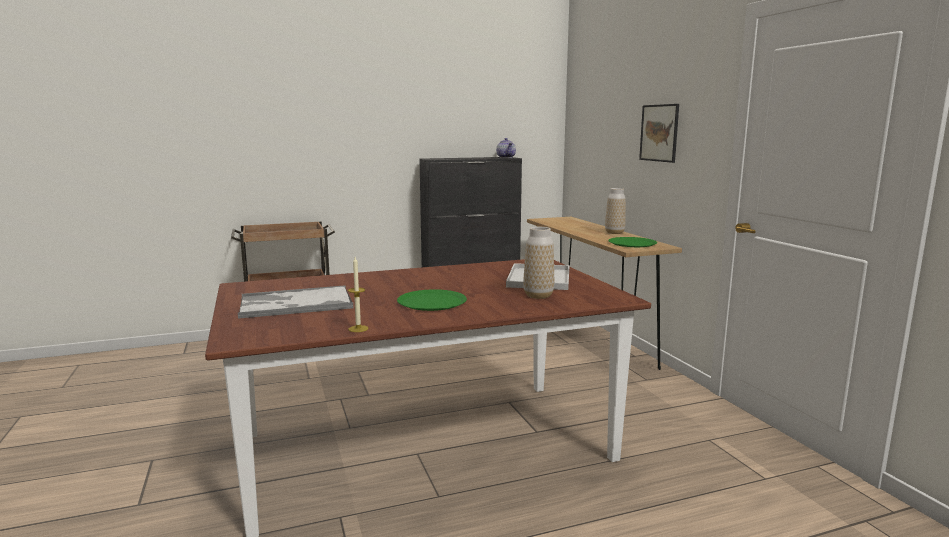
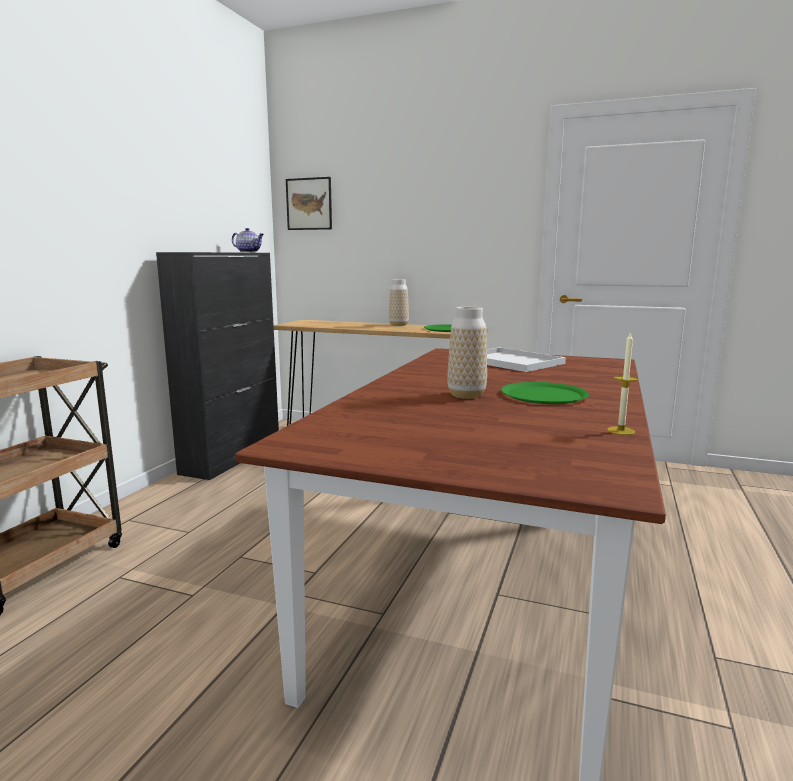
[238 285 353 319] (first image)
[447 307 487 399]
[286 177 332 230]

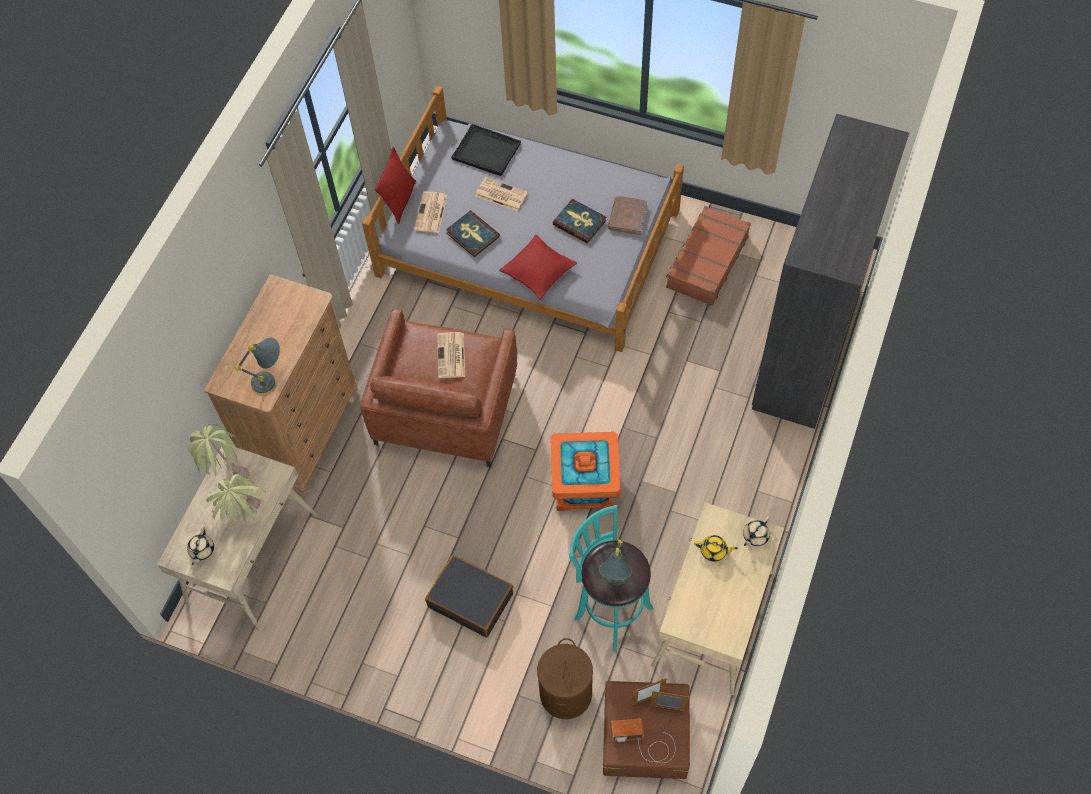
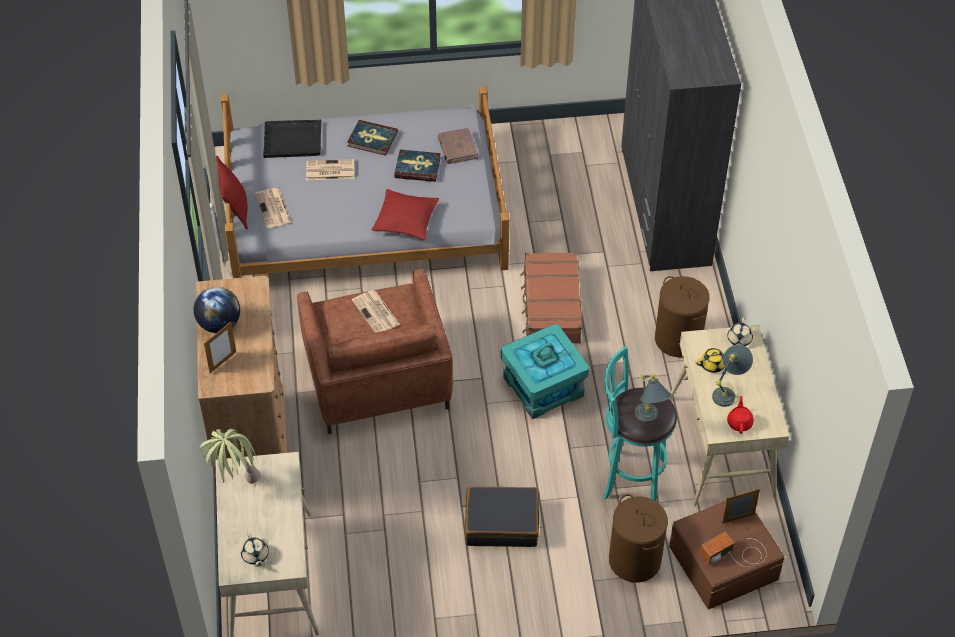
[206 474 266 522] (first image)
[712 345 753 407]
[347 120 398 156]
[501 324 589 419]
[204 322 236 373]
[520 252 582 343]
[194 287 240 333]
[655 276 710 357]
[727 396 754 434]

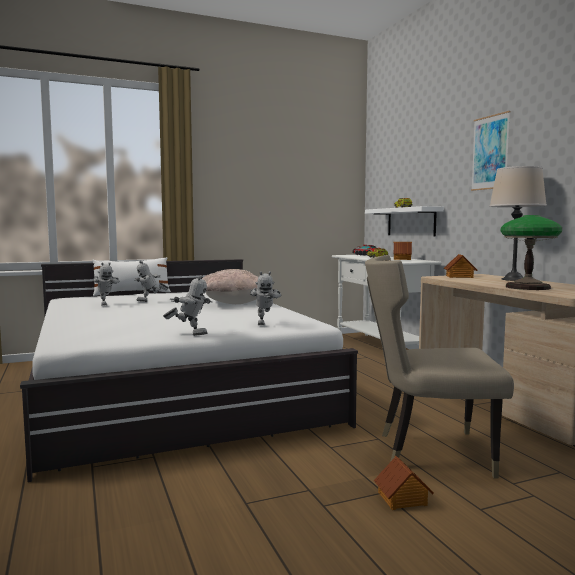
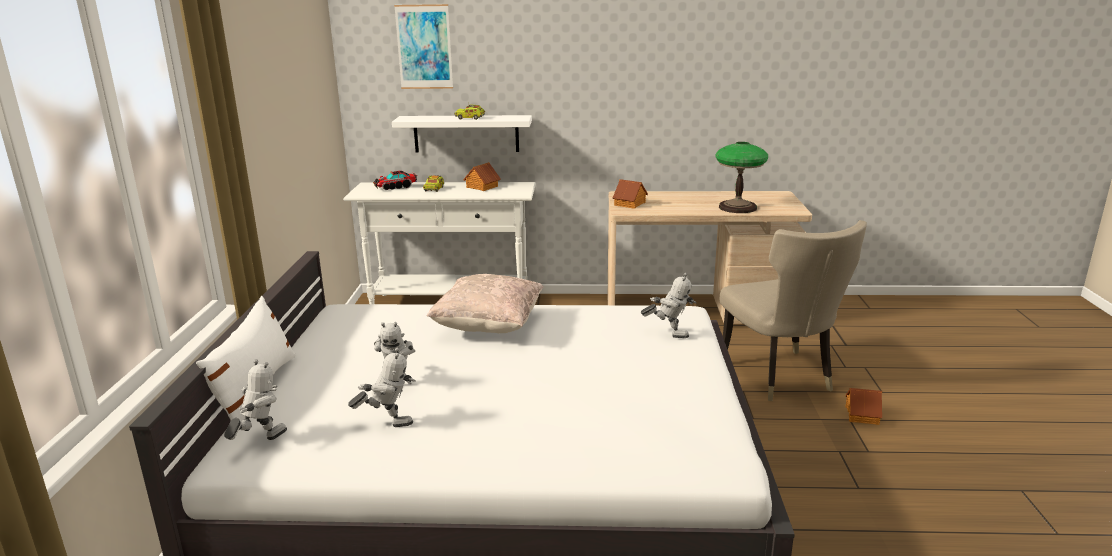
[224 359 287 440]
[720 220 867 401]
[394 4 453 89]
[489 166 547 281] (first image)

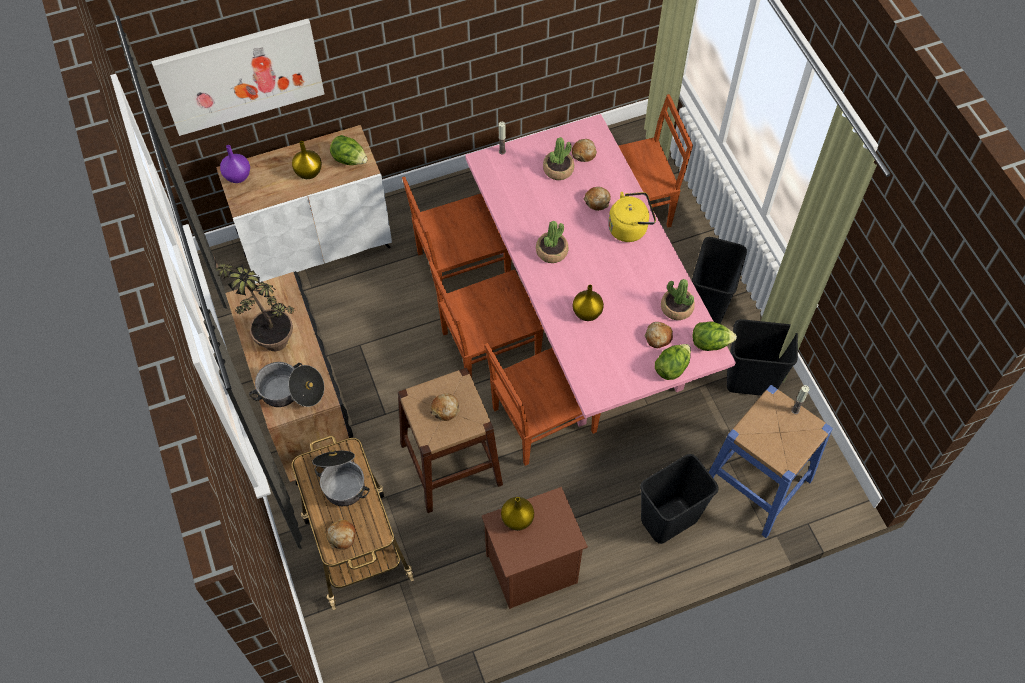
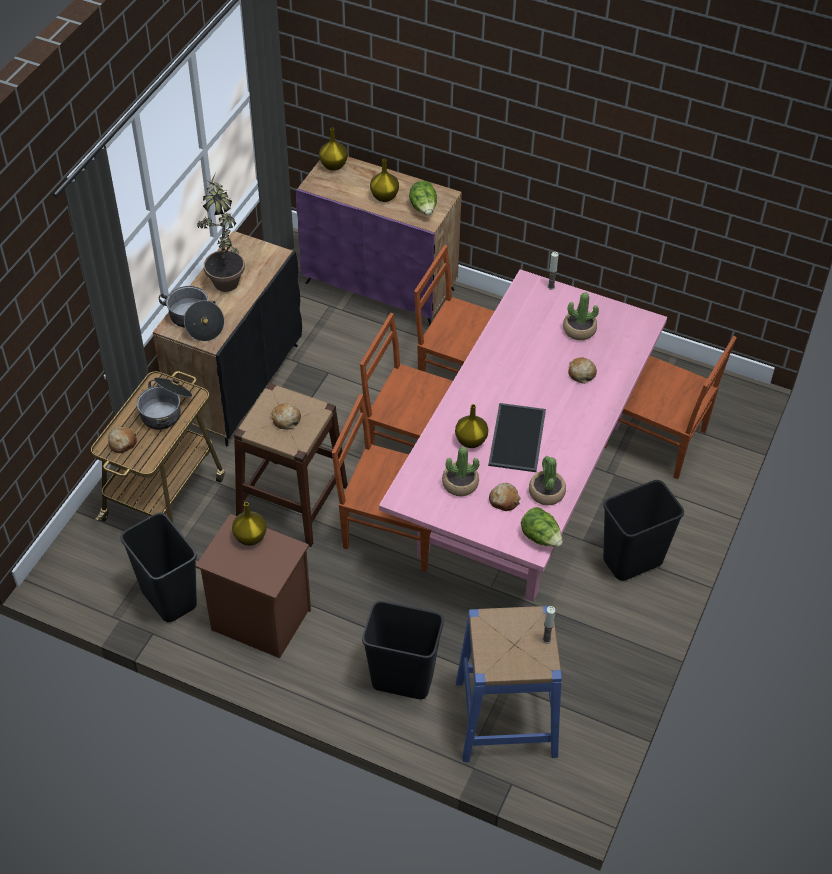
[151 19 324 136] (first image)
[296 157 462 325]
[319 128 348 171]
[442 447 479 496]
[572 139 597 162] (first image)
[608 192 656 242] (first image)
[655 344 691 380] (first image)
[120 513 197 622]
[488 403 546 472]

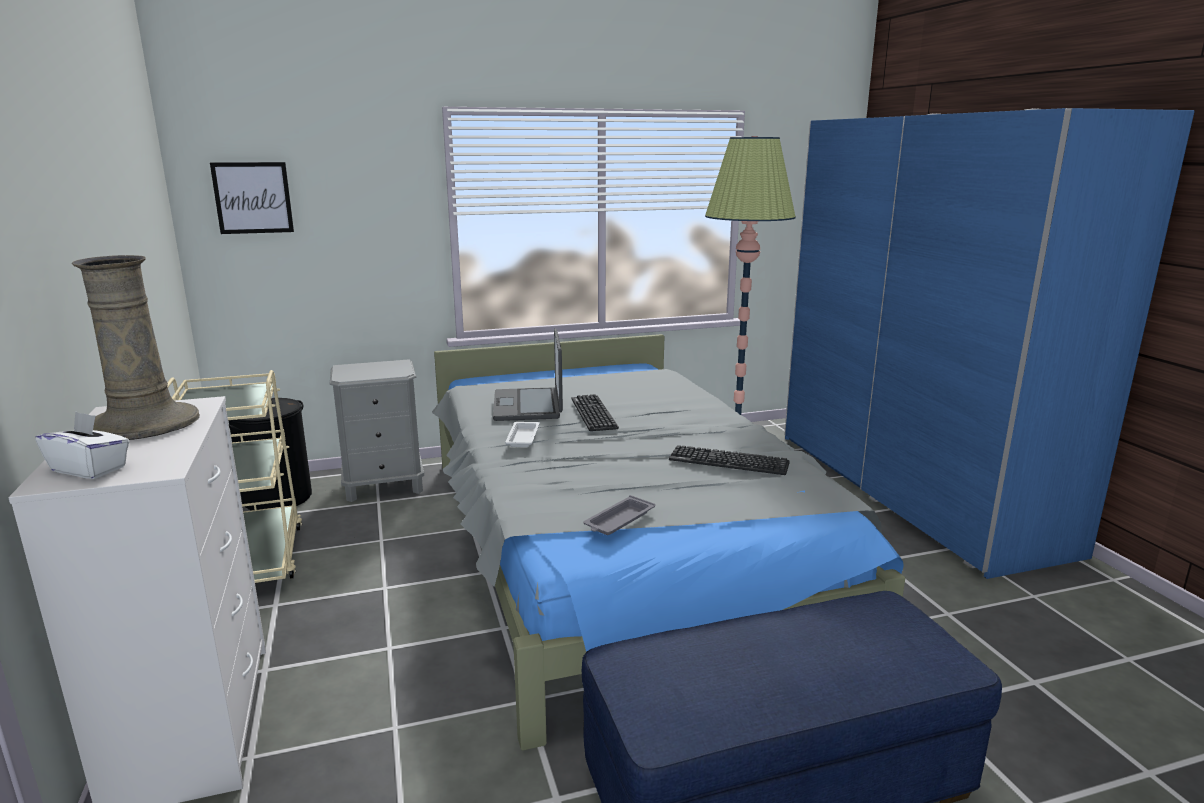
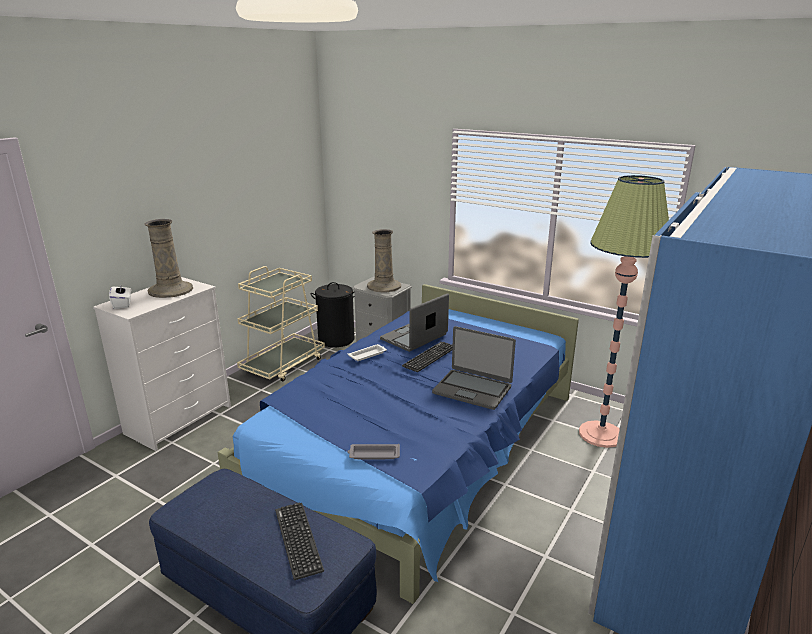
[210 162 294 234] (first image)
[217 284 579 604]
[347 444 400 459]
[275 503 324 580]
[367 229 401 293]
[432 326 516 410]

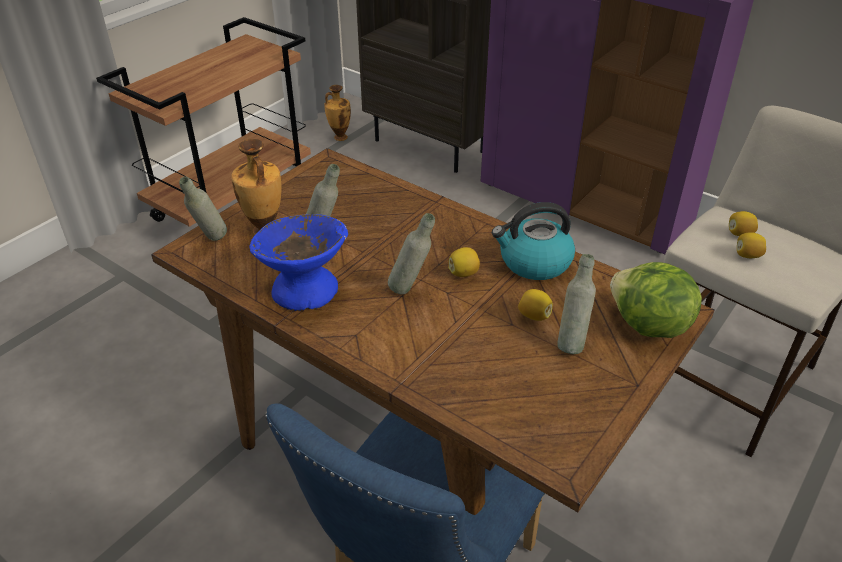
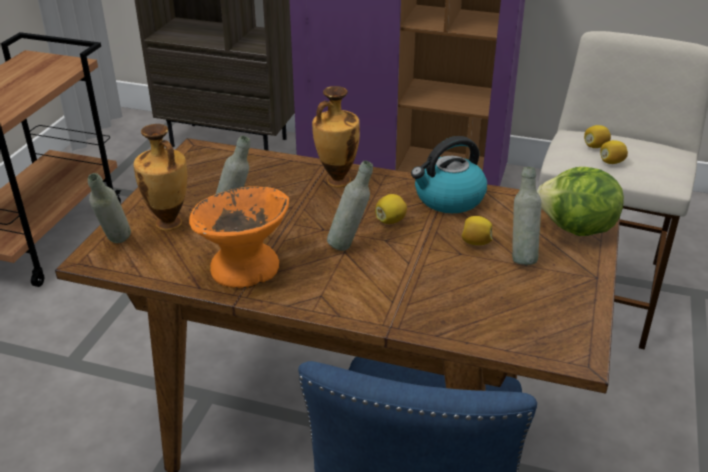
[189 187 289 288]
[312 86 360 187]

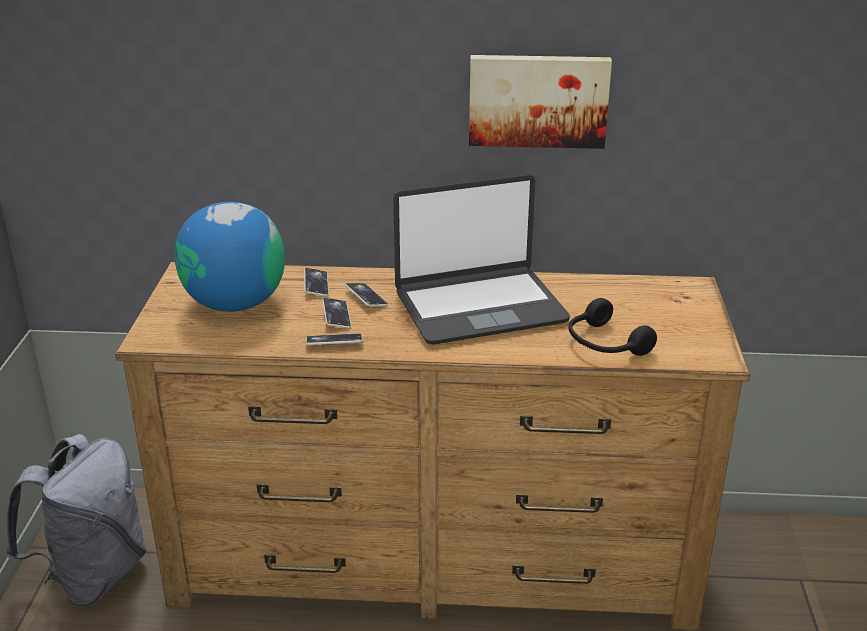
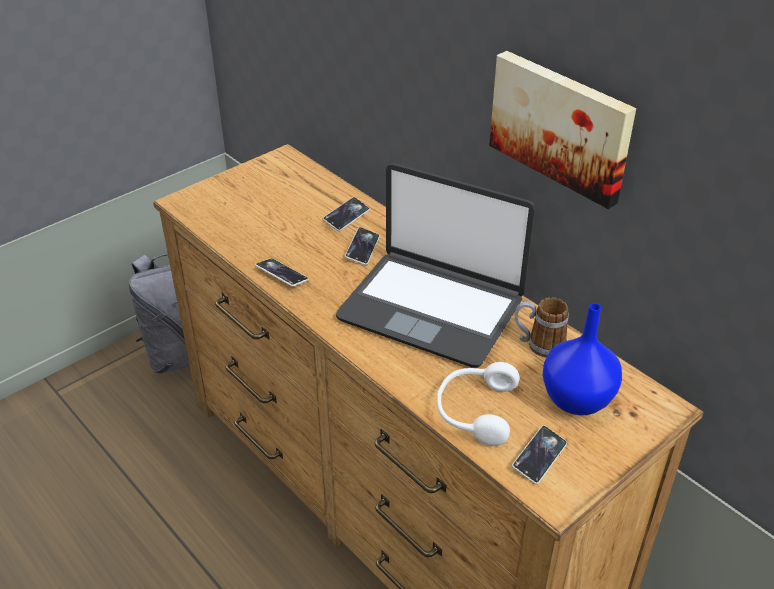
[175 202 285 312] (first image)
[512 425 567 484]
[437 362 519 446]
[515 297 569 358]
[542 303 622 415]

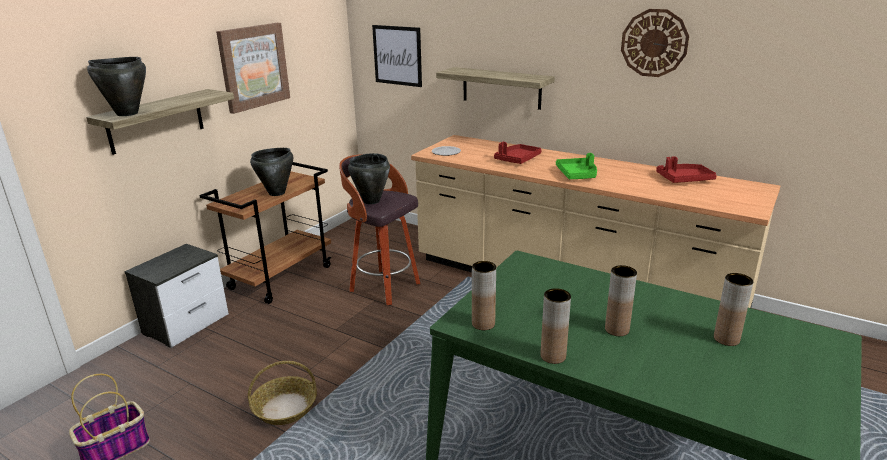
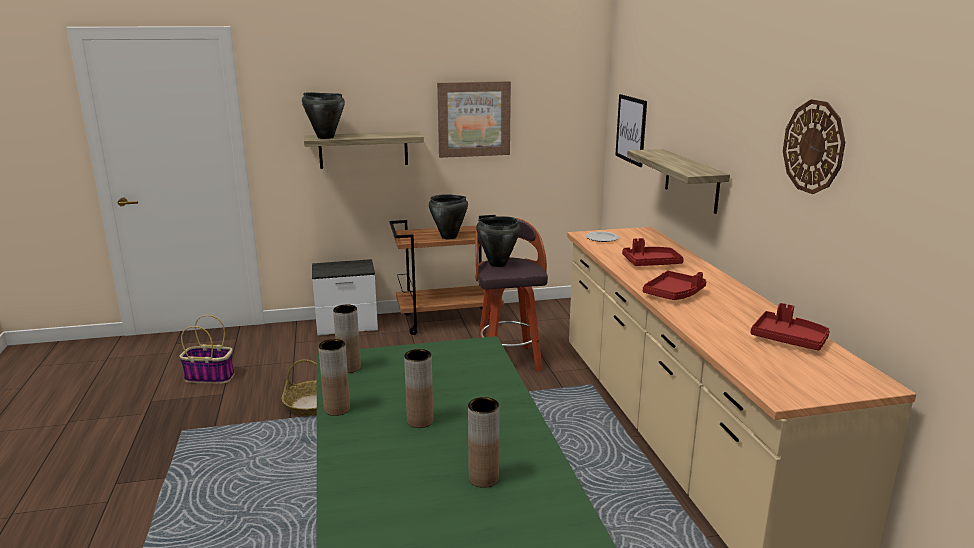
[643 271 707 300]

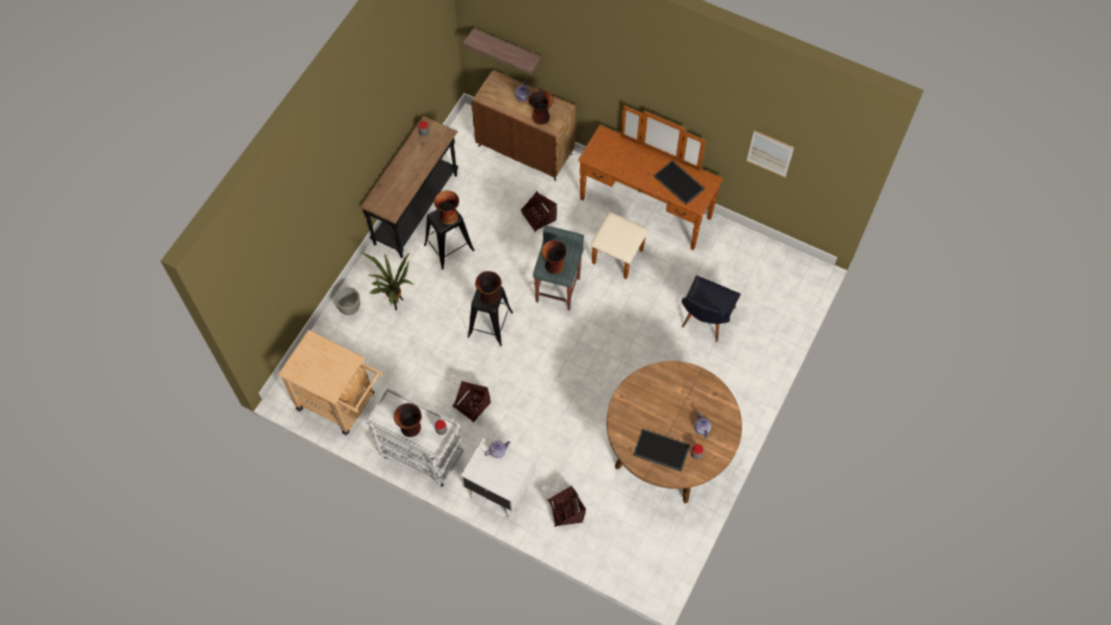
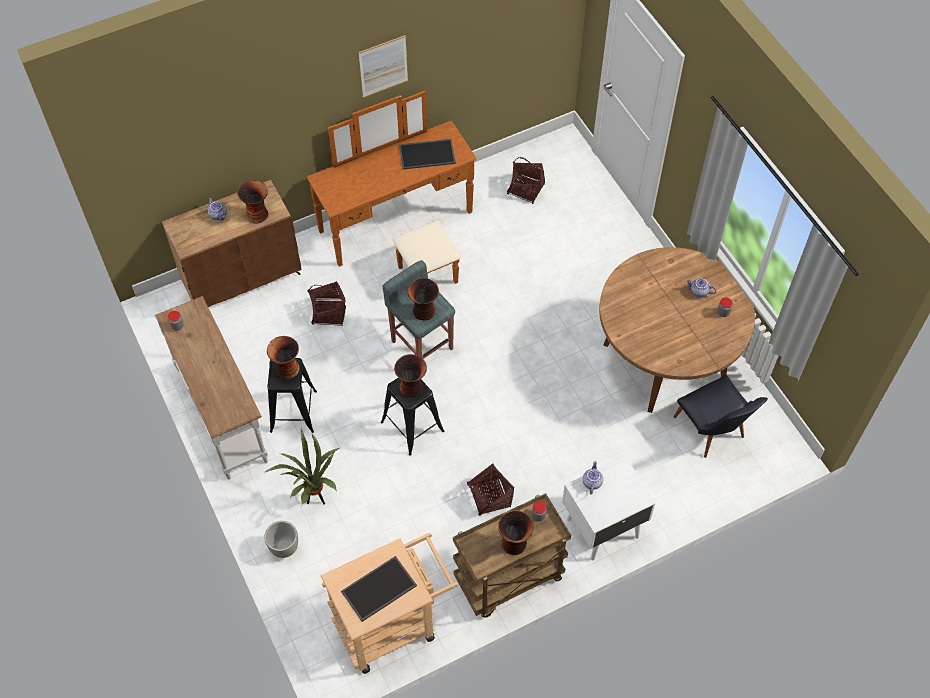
[155 296 268 480]
[453 493 571 618]
[463 28 541 75] (first image)
[507 157 545 204]
[341 556 417 622]
[674 375 768 458]
[358 35 408 98]

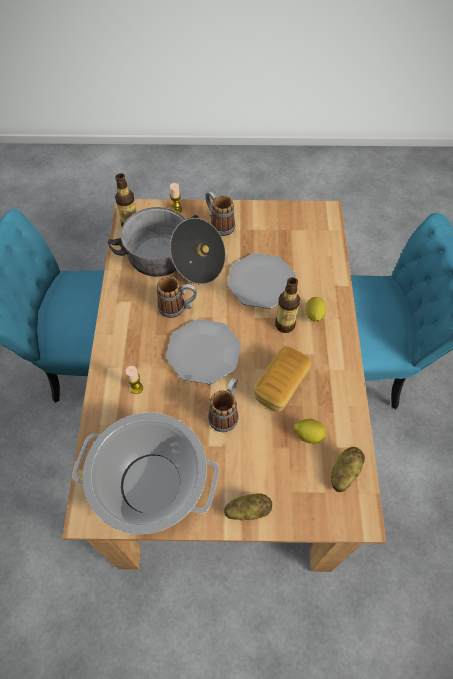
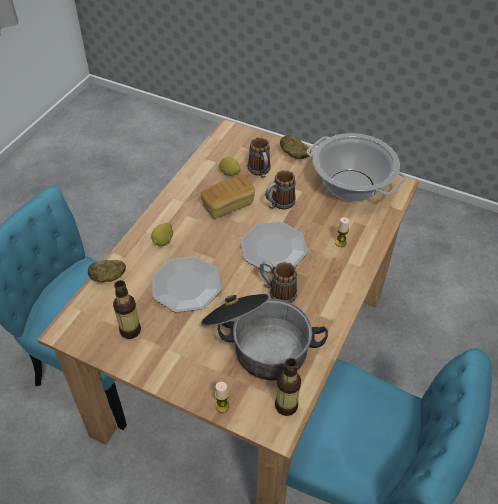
[248 138 271 178]
[113 280 141 339]
[88 260 126 282]

